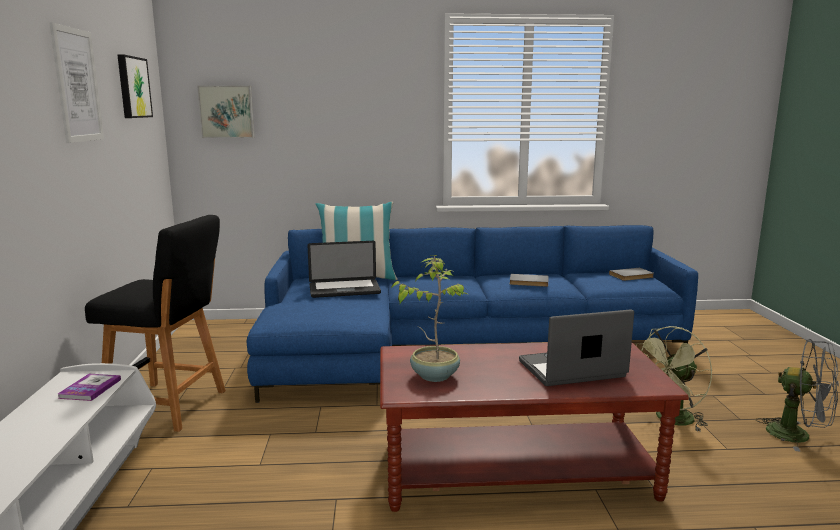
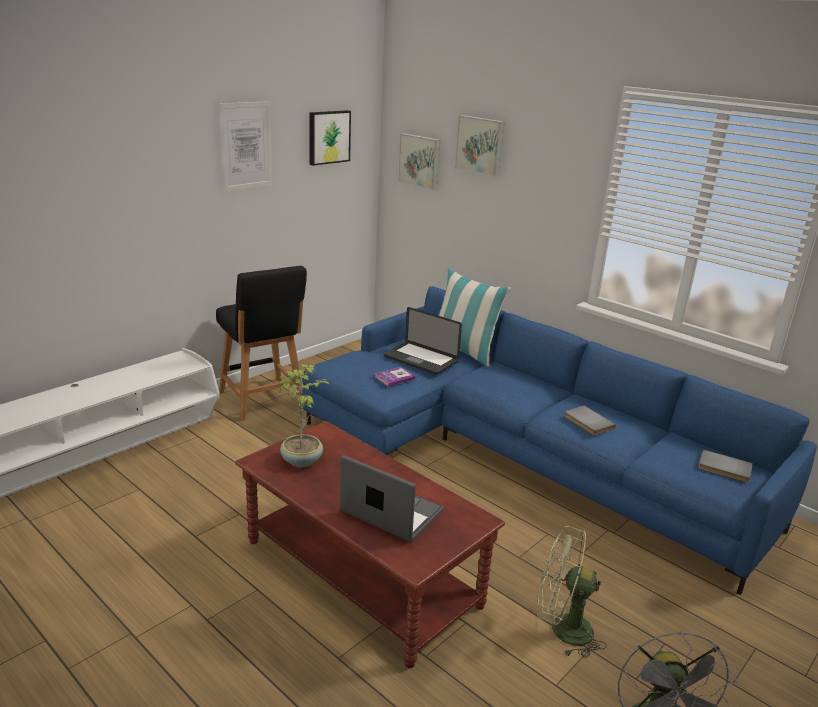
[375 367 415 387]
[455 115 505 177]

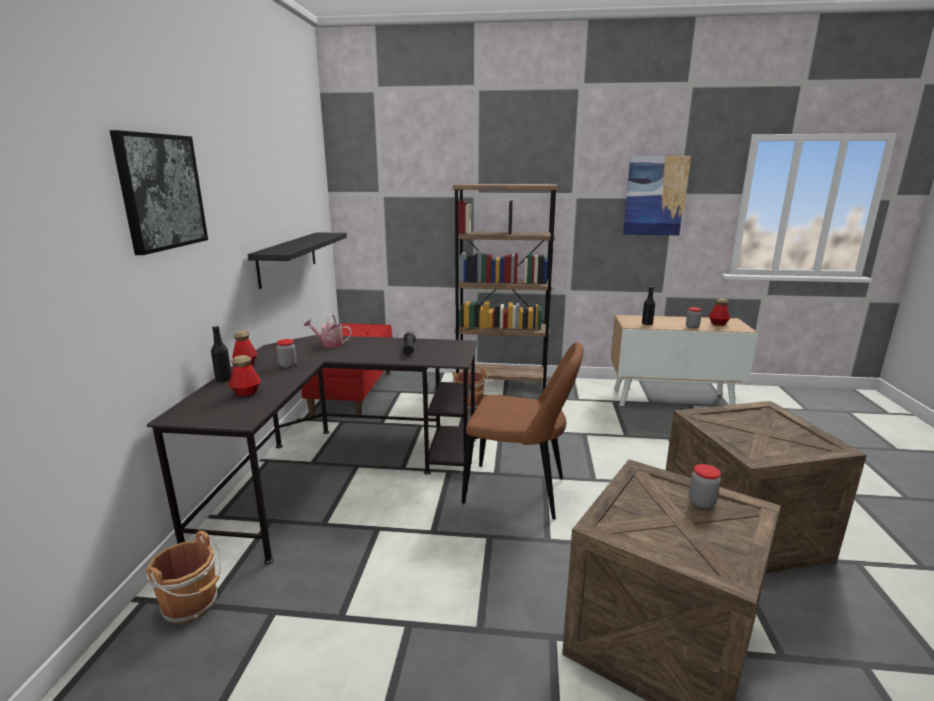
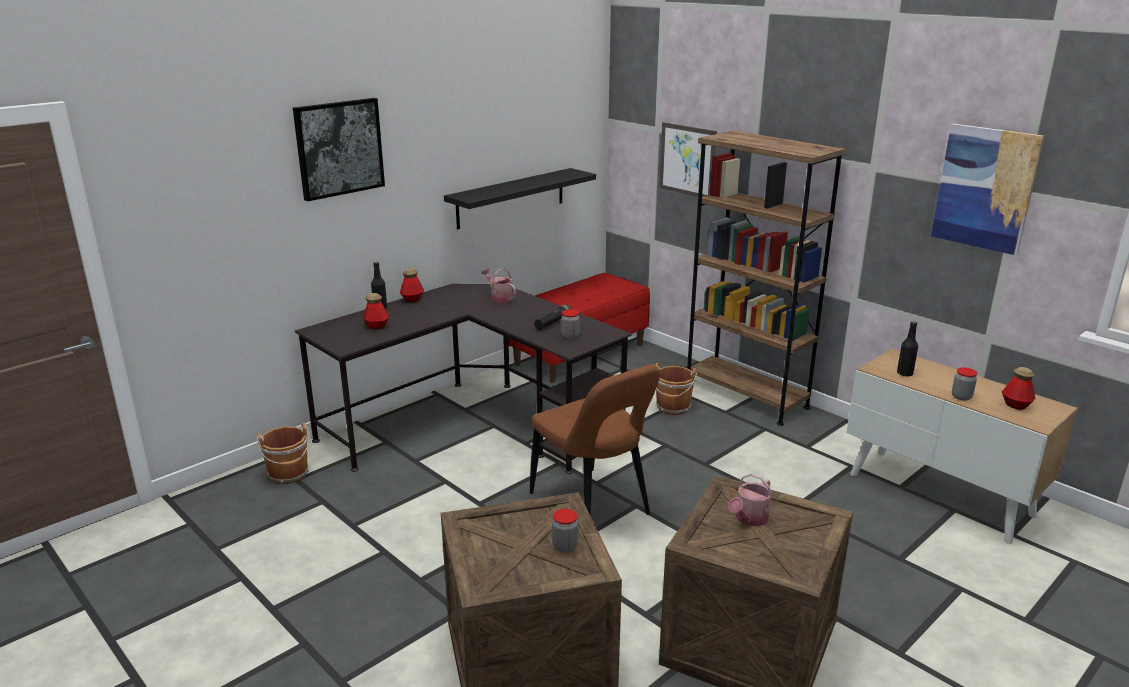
[561 309 579 339]
[659 122 717 197]
[728 473 772 526]

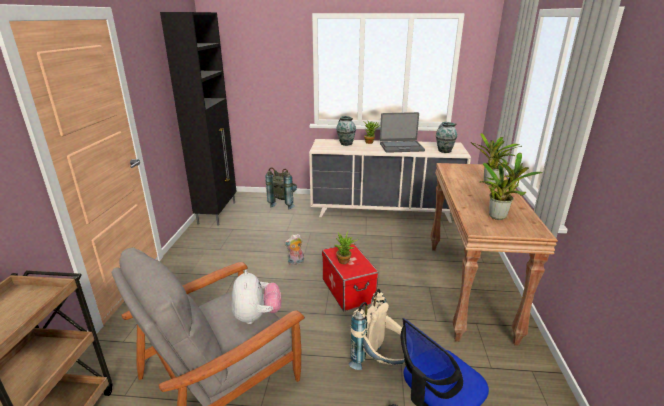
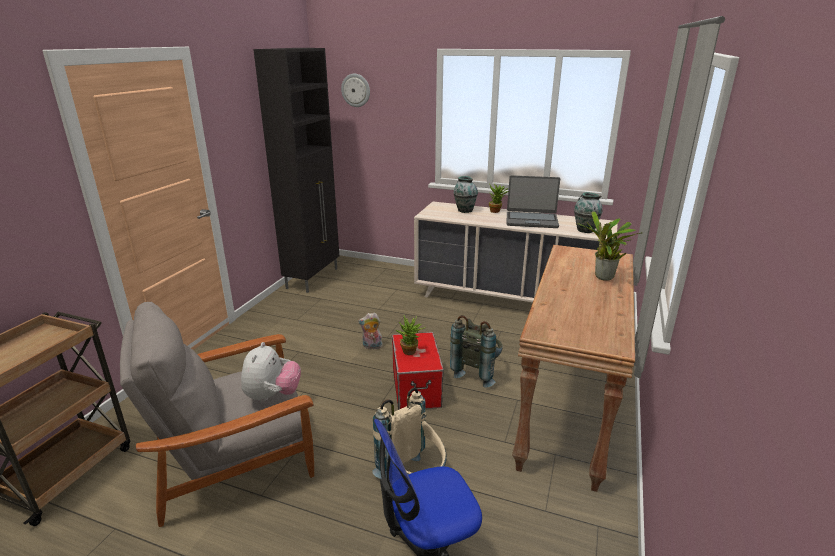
[450 315 503 388]
[480 153 542 220] (first image)
[341 74 370 107]

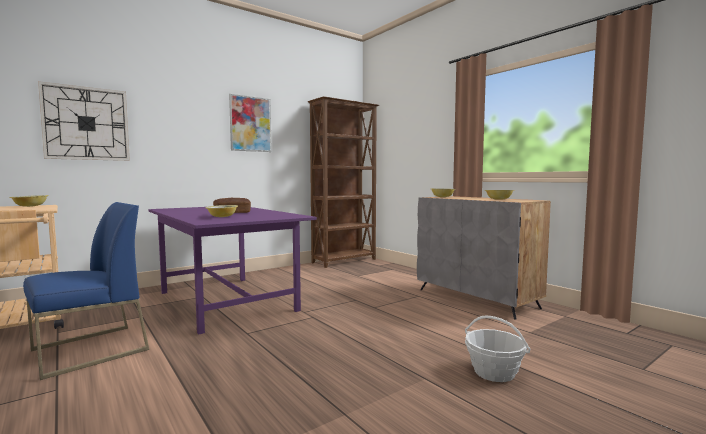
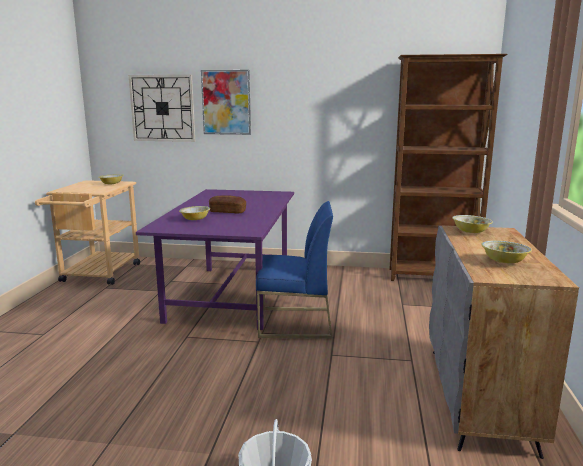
[256 201 333 339]
[201 70 251 135]

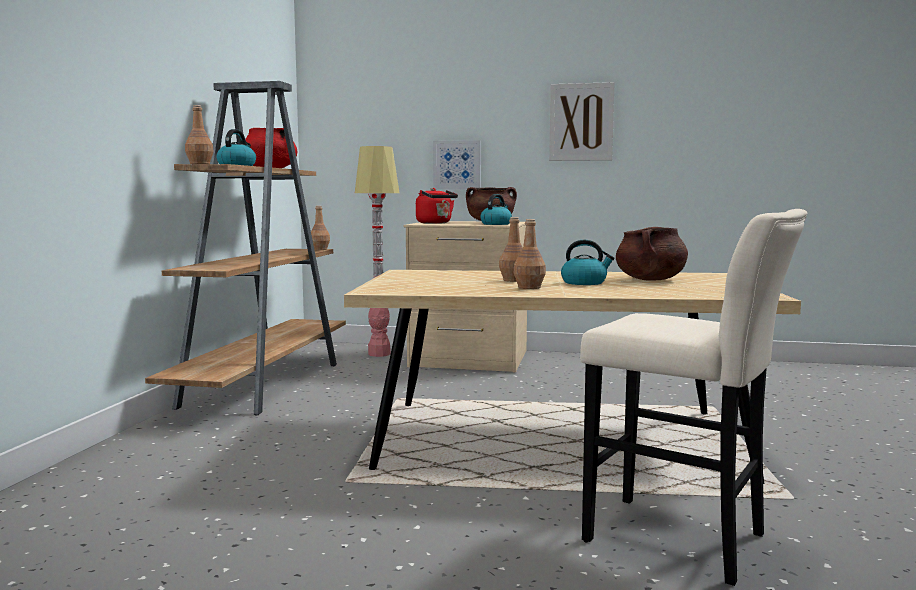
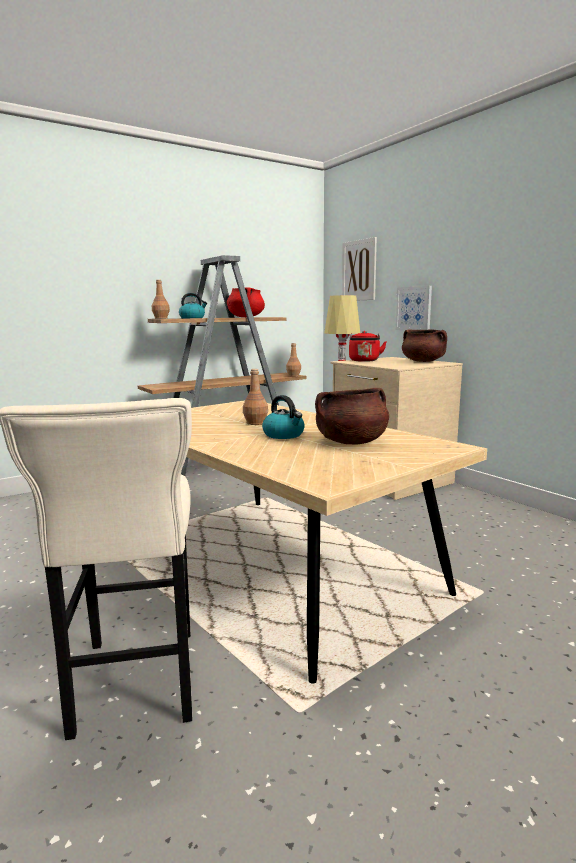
[480 194 512 225] (first image)
[514 219 546 289] (first image)
[342 237 377 300]

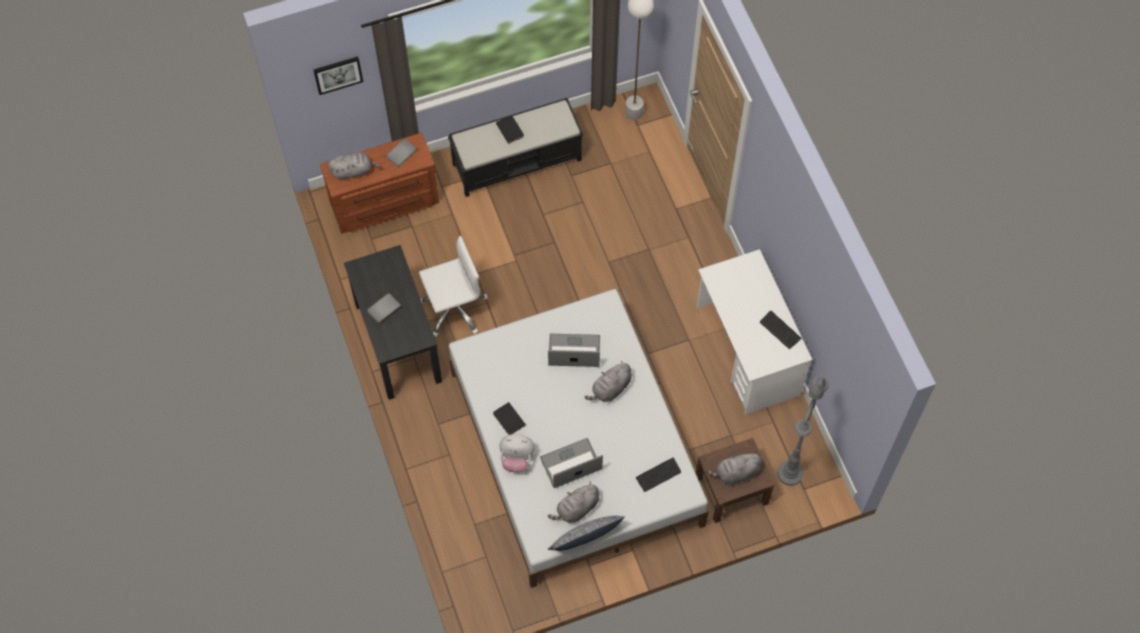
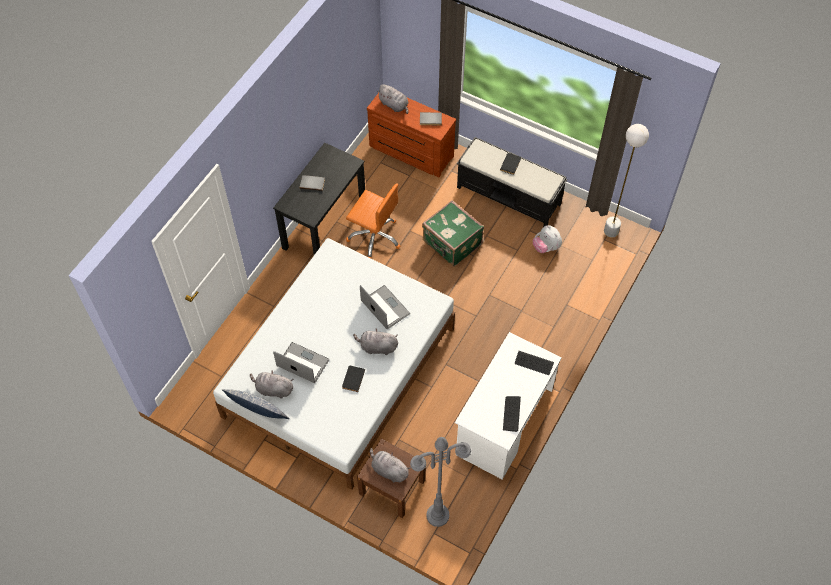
[313 56 363 95] (first image)
[346 183 400 259]
[342 365 365 392]
[533 225 562 253]
[515 351 554 375]
[422 200 484 267]

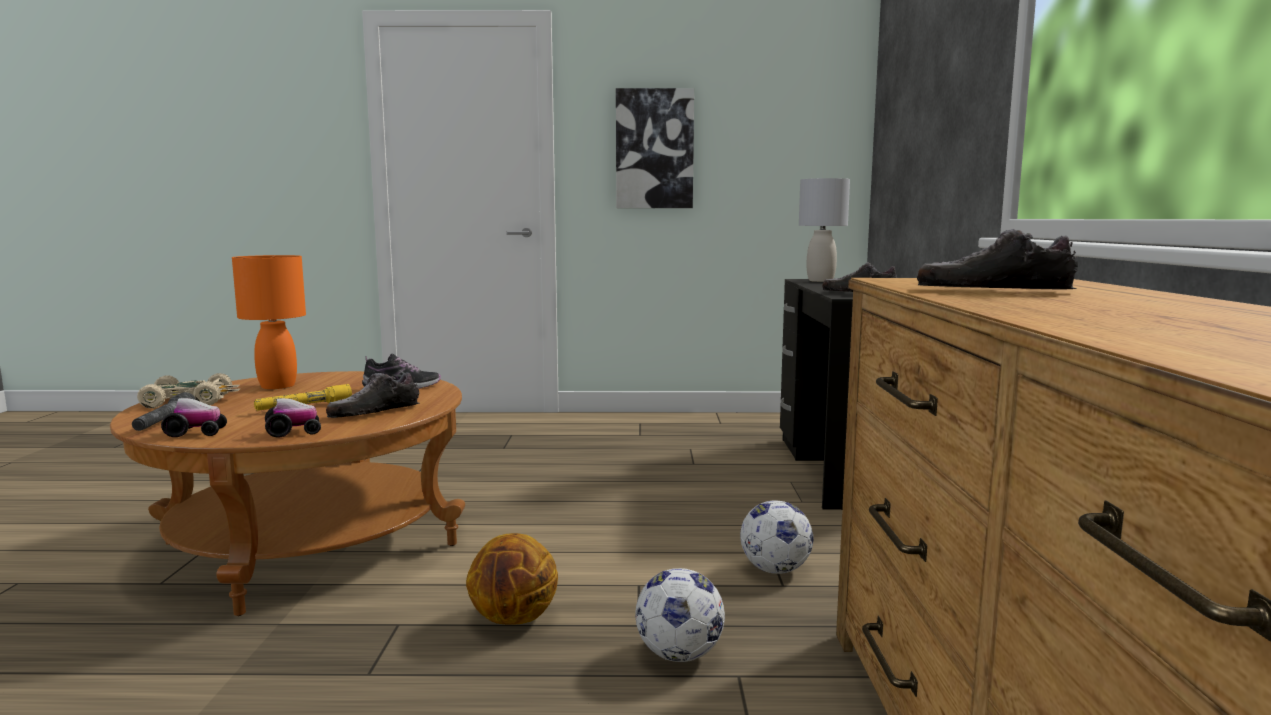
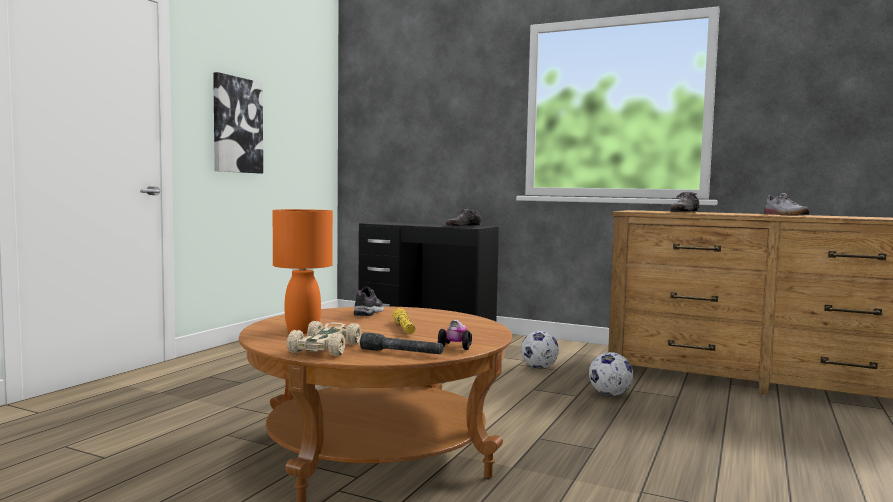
[265 398 321 437] (first image)
[764 193 810 215]
[466 533 558 624] (first image)
[799 178 850 282] (first image)

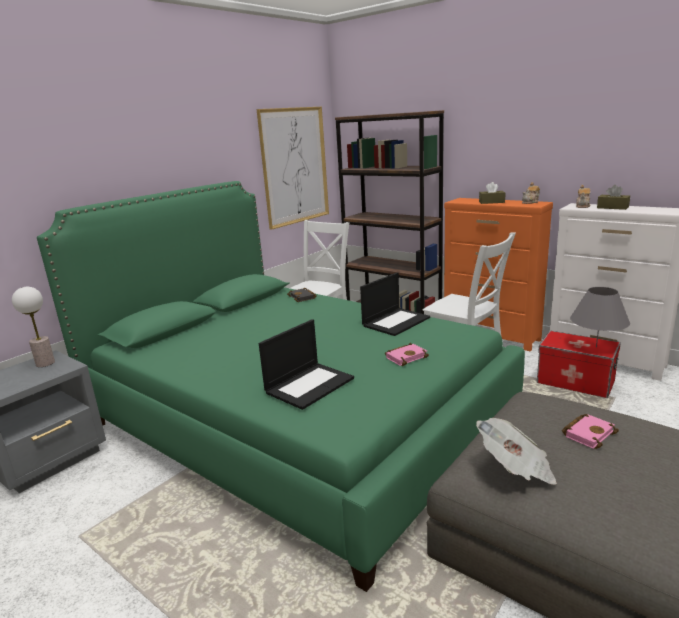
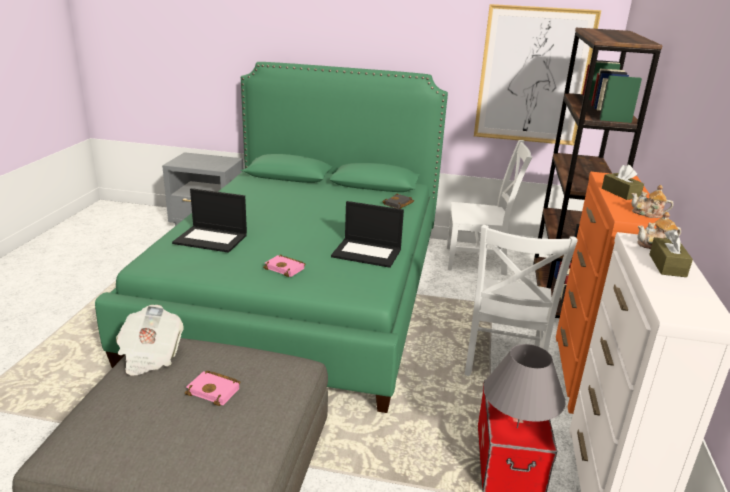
[12 287 55 367] (first image)

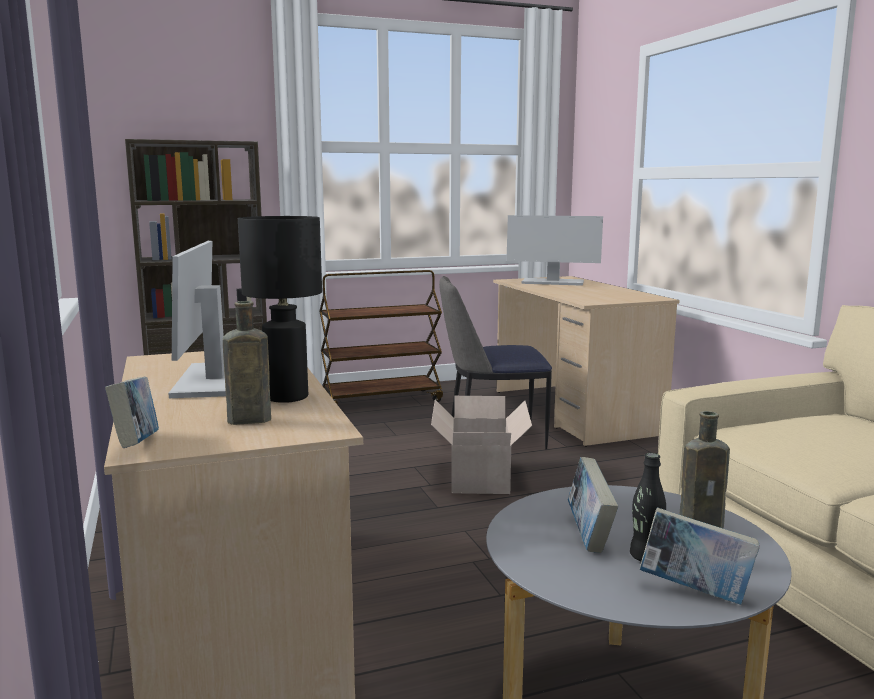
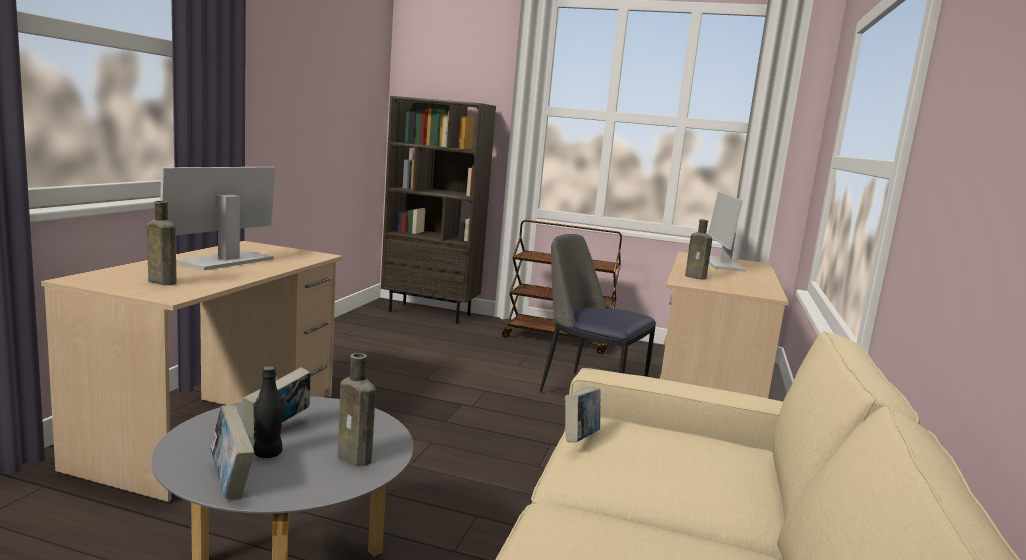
[565 387 601 442]
[238 216 322 403] (first image)
[431 396 532 494] (first image)
[708 192 746 272]
[685 219 712 280]

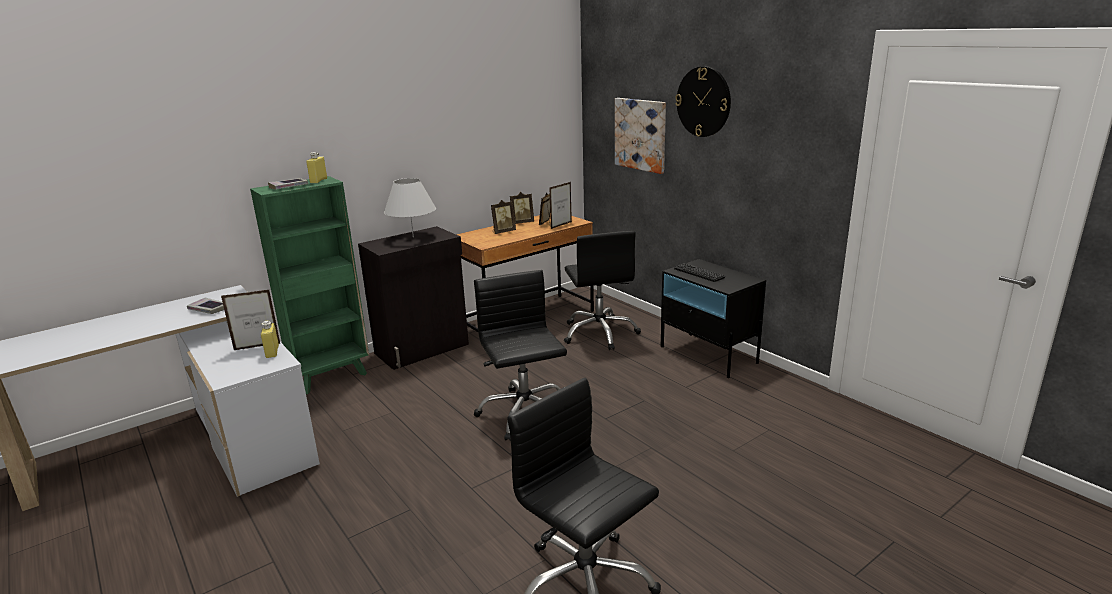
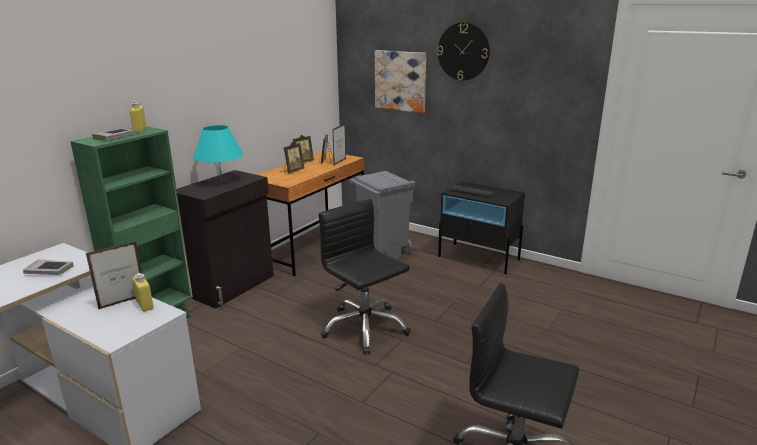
[193 125 244 181]
[349 171 415 259]

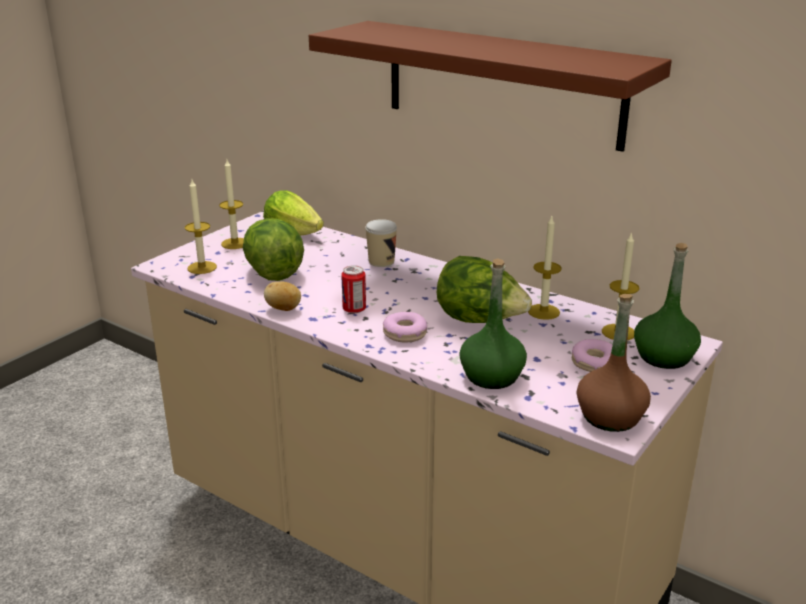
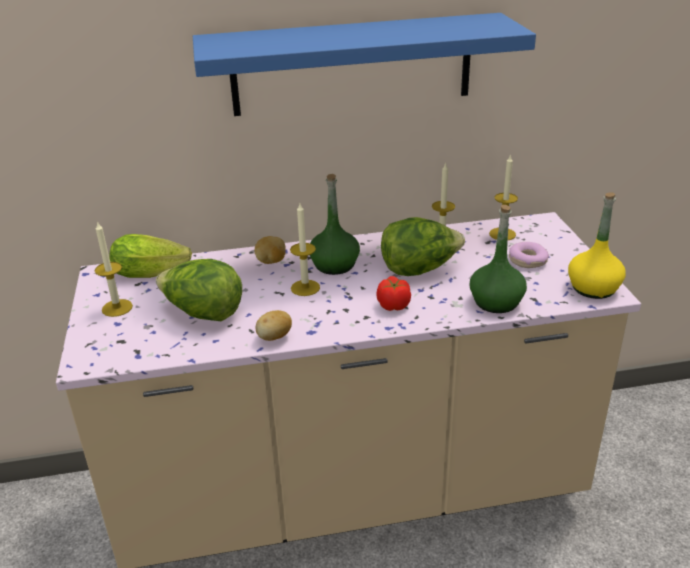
[290 204 320 296]
[193 13 536 116]
[341 265 366 313] (first image)
[255 236 286 264]
[376 276 411 311]
[568 192 626 299]
[310 174 360 275]

